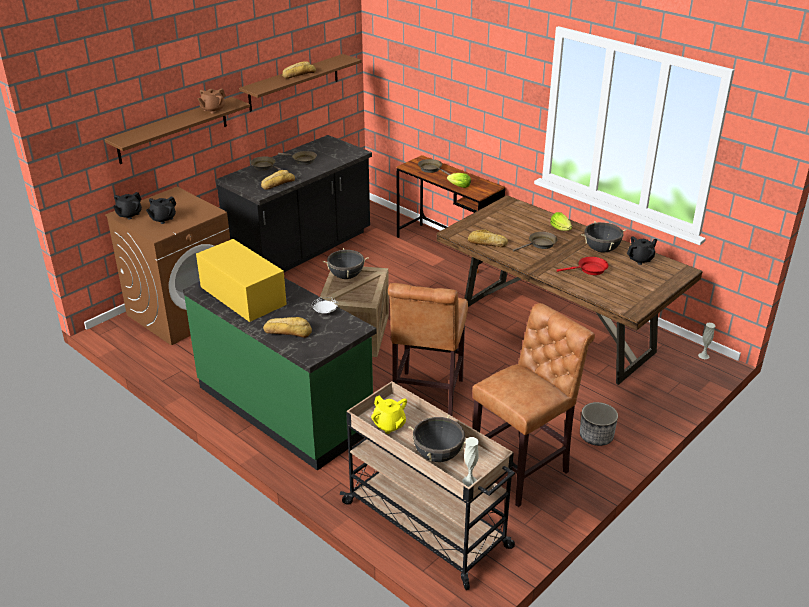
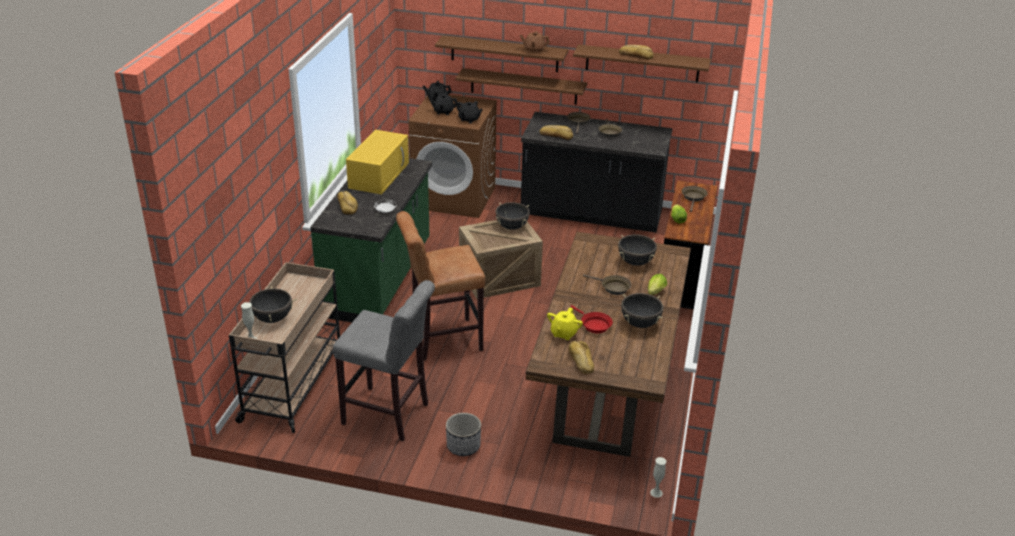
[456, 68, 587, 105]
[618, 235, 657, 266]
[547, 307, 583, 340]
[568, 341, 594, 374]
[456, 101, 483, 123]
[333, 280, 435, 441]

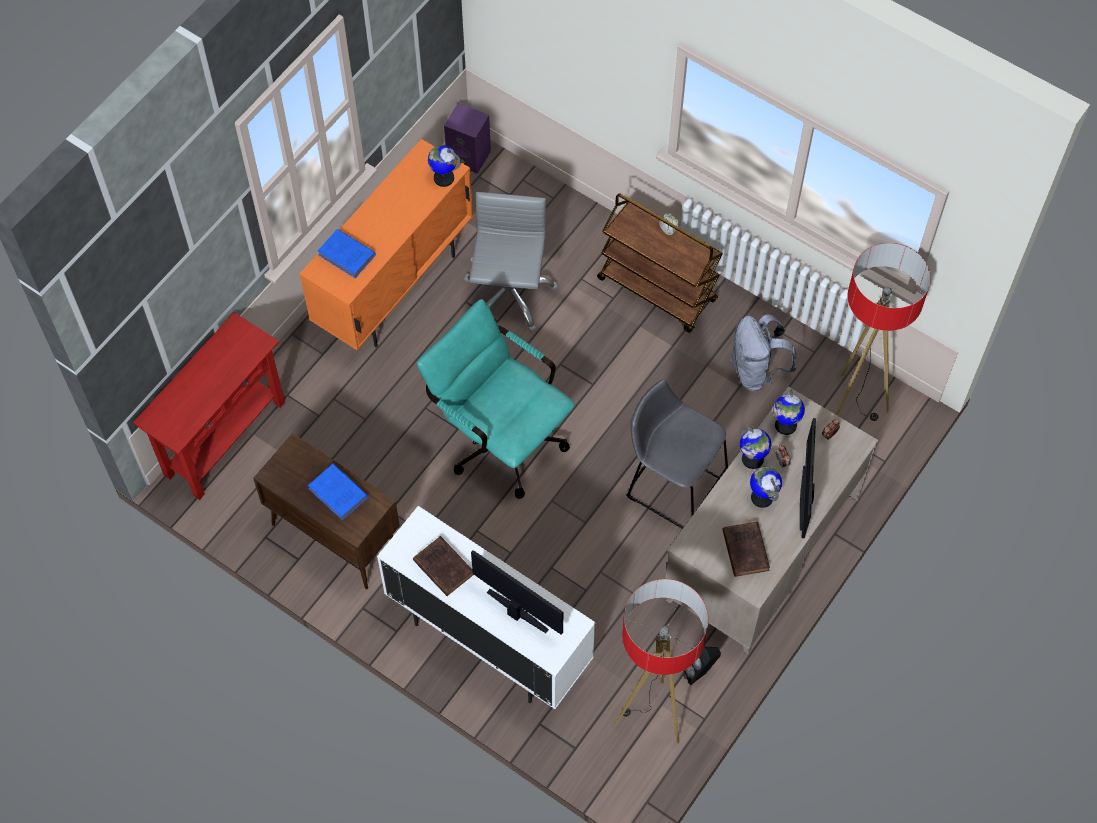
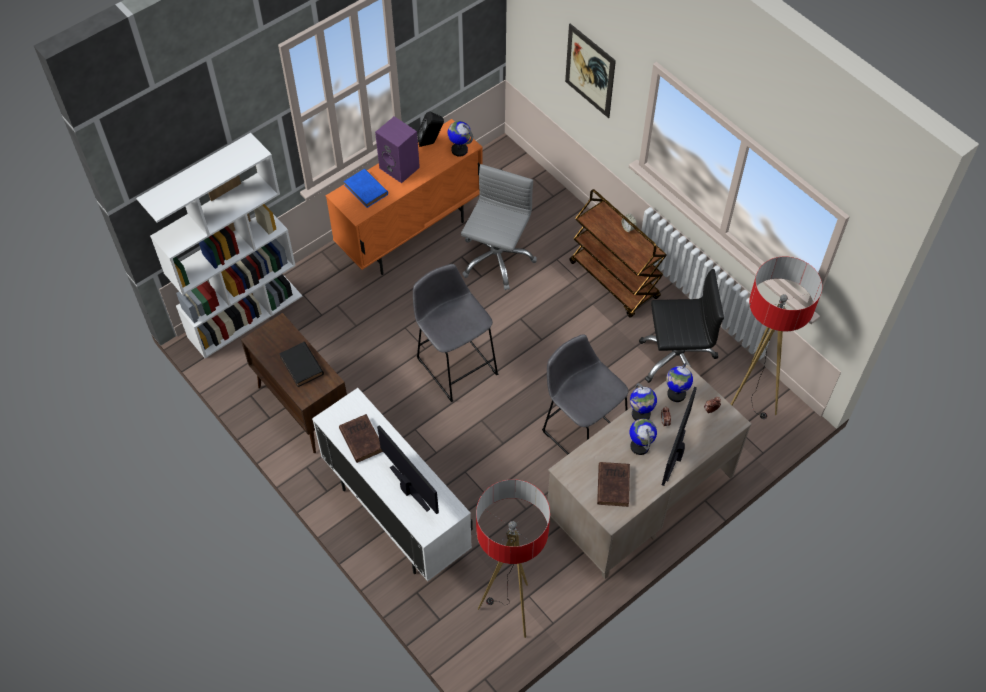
[565, 24, 616, 118]
[375, 116, 420, 183]
[417, 111, 444, 147]
[136, 133, 302, 358]
[413, 264, 498, 402]
[639, 269, 724, 383]
[280, 342, 324, 387]

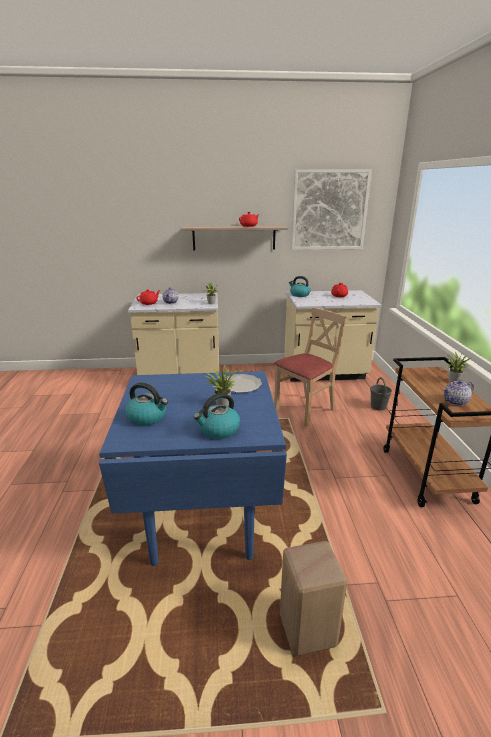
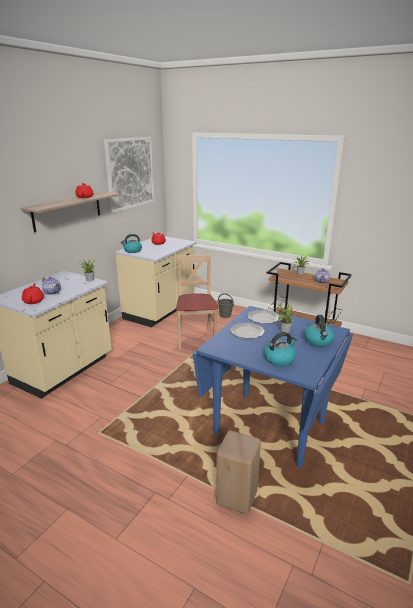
[230, 322, 265, 339]
[216, 431, 261, 514]

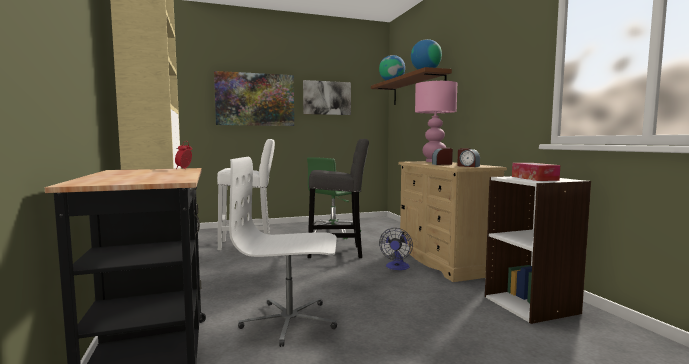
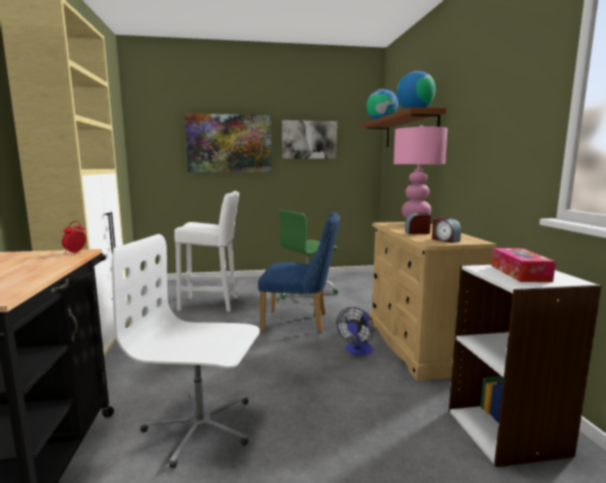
[258, 212, 340, 333]

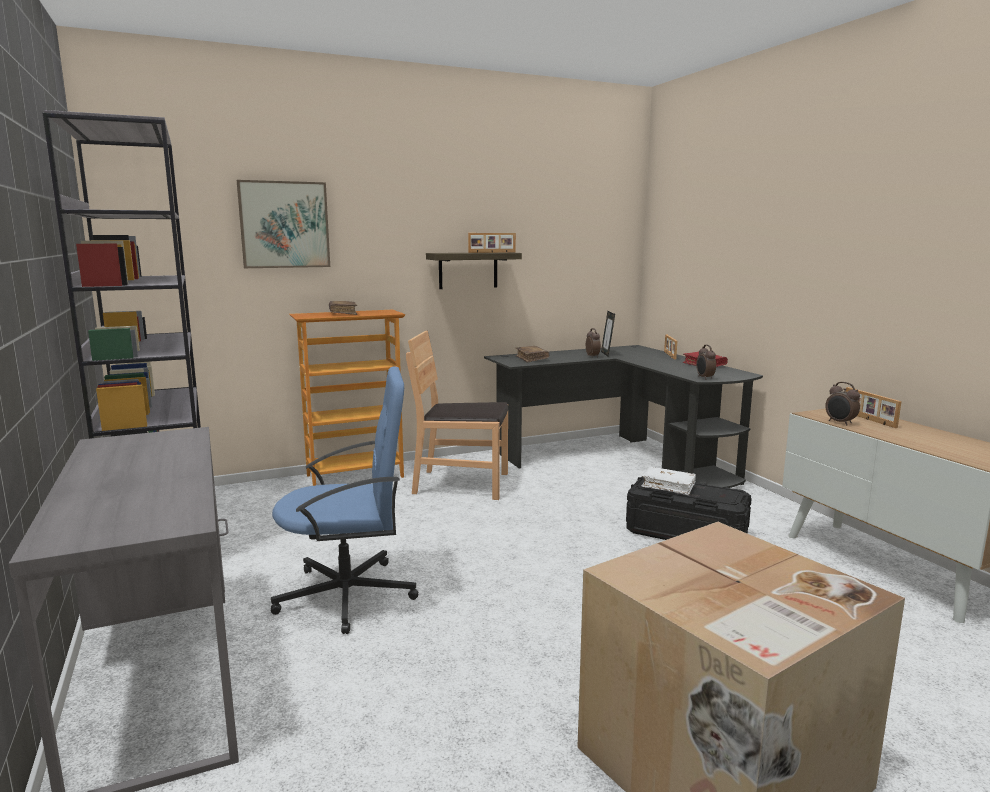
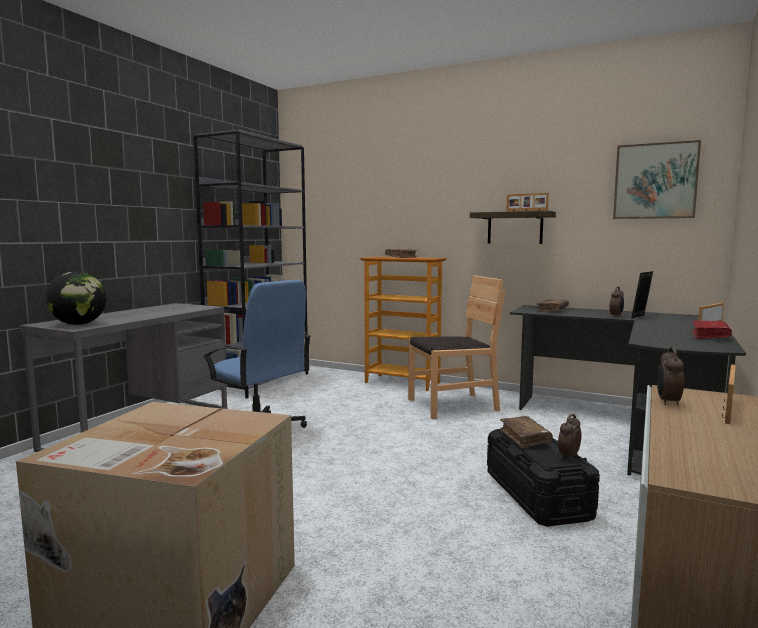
[46, 272, 107, 325]
[613, 140, 701, 219]
[558, 414, 581, 460]
[500, 416, 553, 449]
[408, 275, 505, 419]

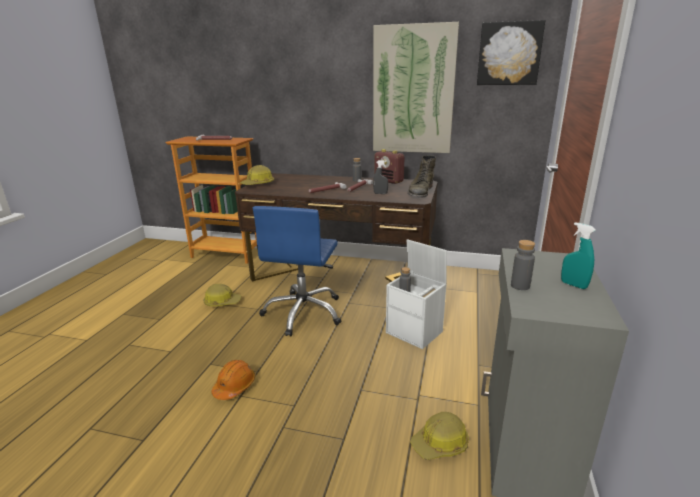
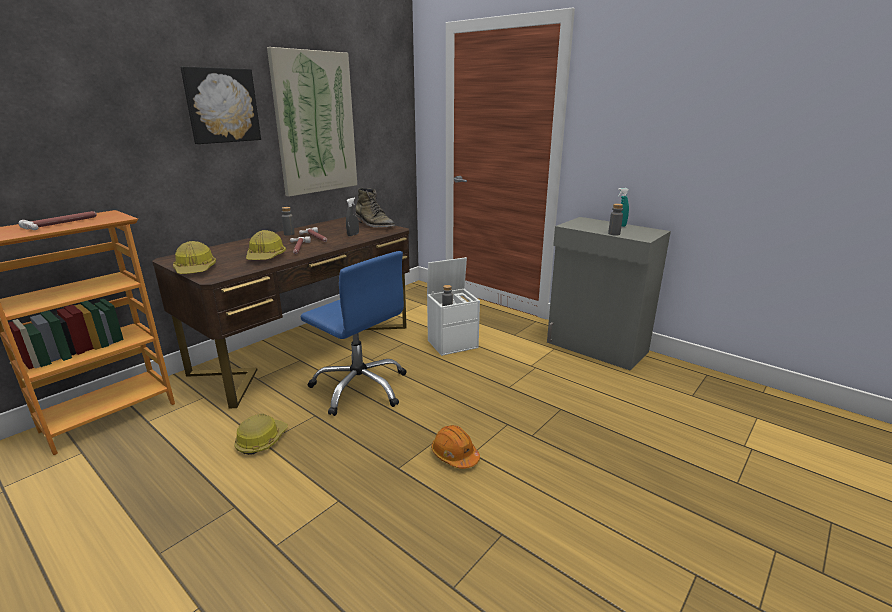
[374, 149, 405, 184] (first image)
[246, 230, 286, 260]
[180, 66, 261, 144]

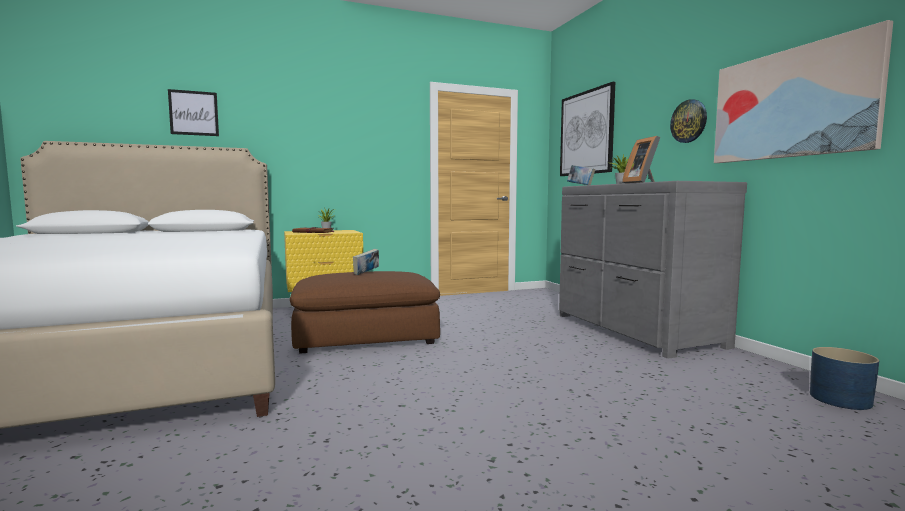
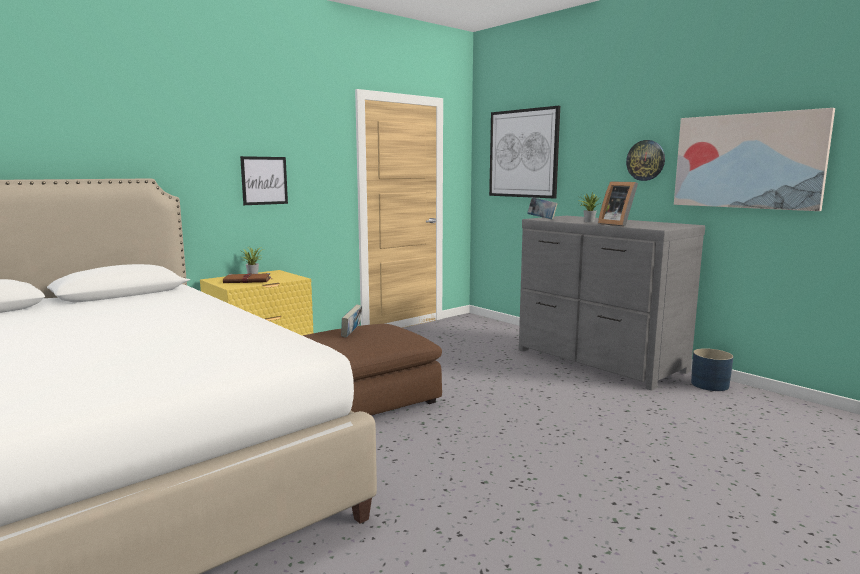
[240, 156, 288, 205]
[691, 348, 733, 391]

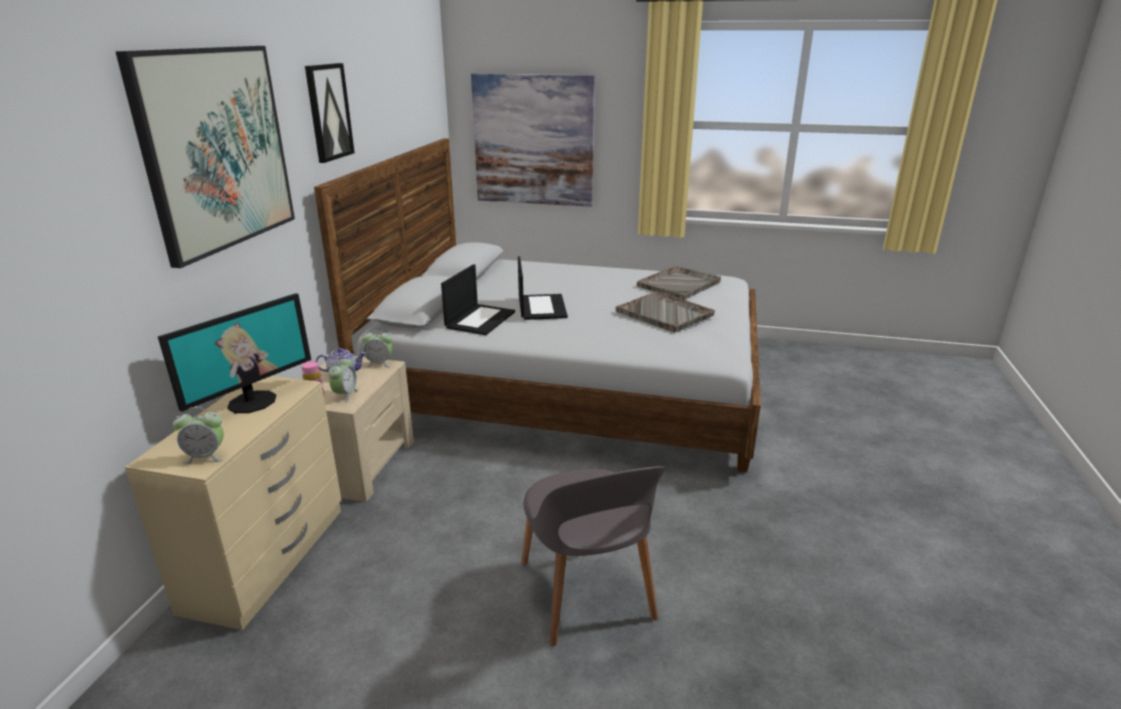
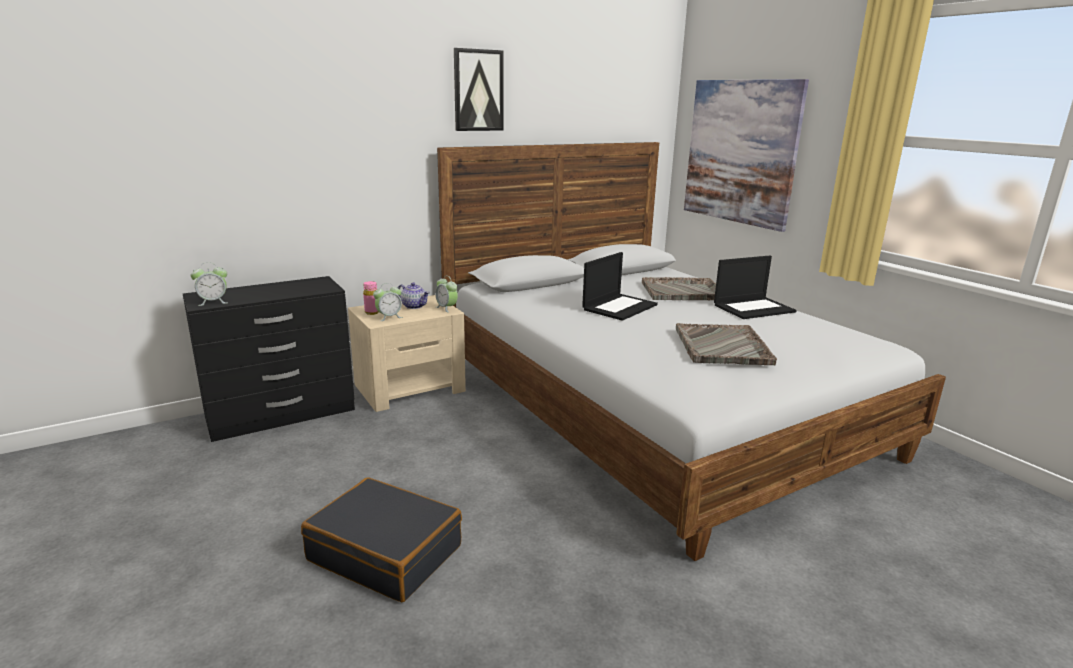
[115, 46, 295, 268] (first image)
[158, 293, 311, 413] (first image)
[714, 256, 796, 319]
[642, 277, 716, 300]
[301, 477, 462, 602]
[183, 276, 355, 442]
[191, 263, 227, 306]

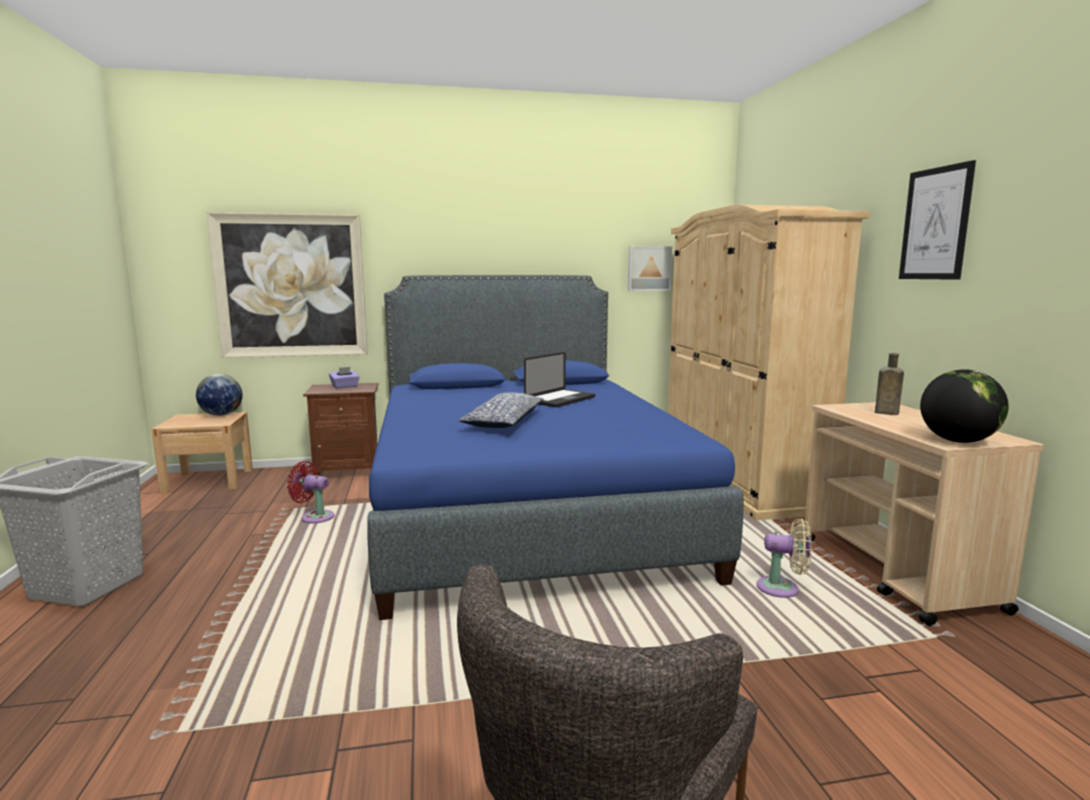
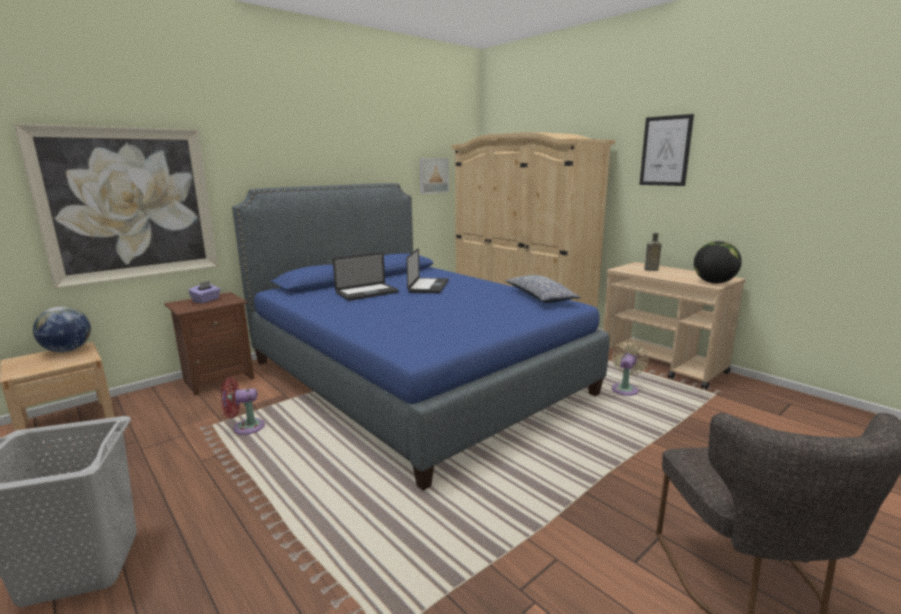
[333, 252, 399, 301]
[505, 275, 581, 303]
[612, 342, 649, 396]

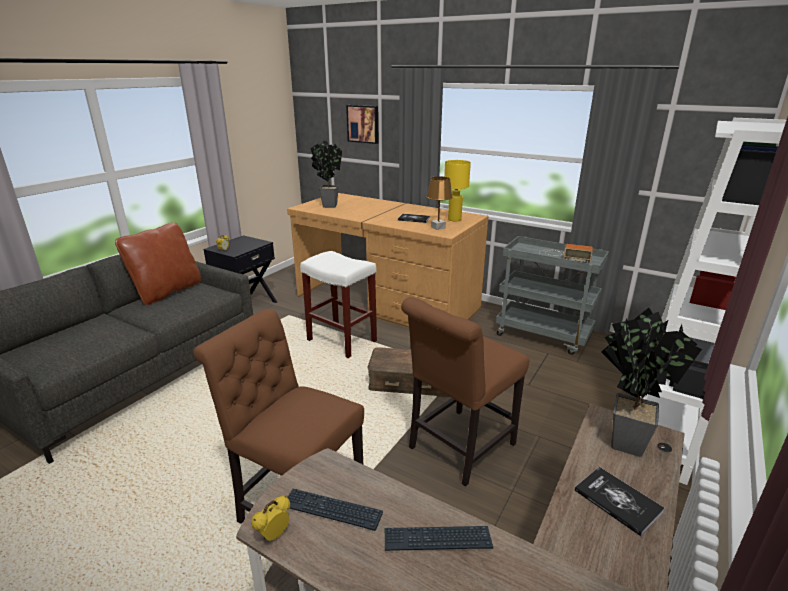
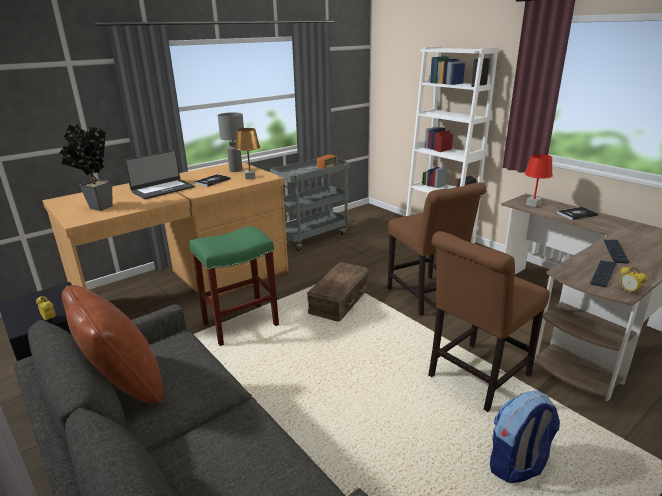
[346, 105, 379, 144] (first image)
[124, 150, 195, 199]
[490, 390, 560, 483]
[525, 154, 553, 207]
[189, 226, 279, 346]
[218, 112, 244, 172]

